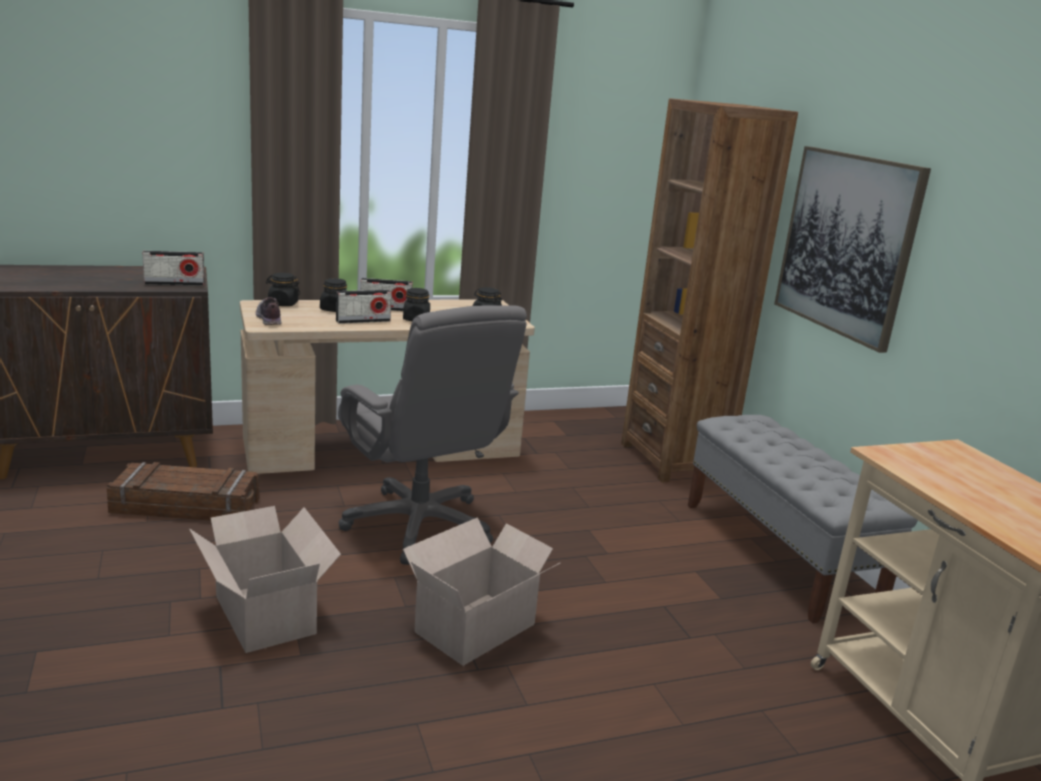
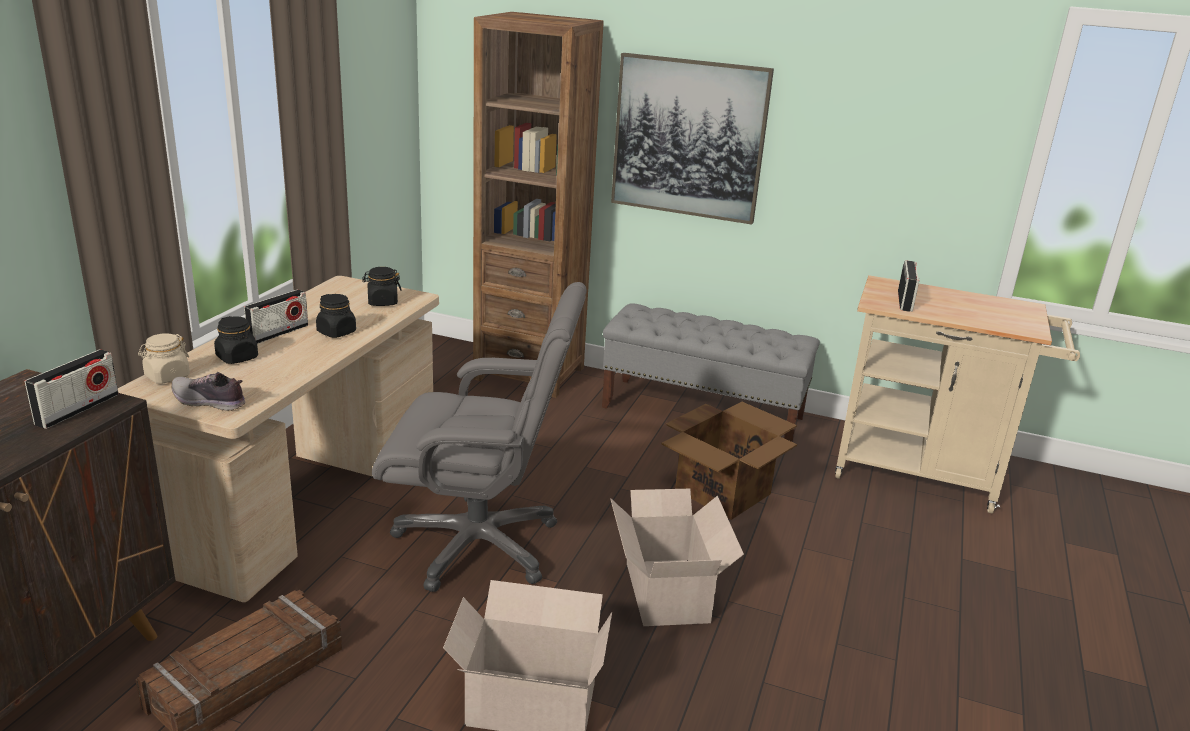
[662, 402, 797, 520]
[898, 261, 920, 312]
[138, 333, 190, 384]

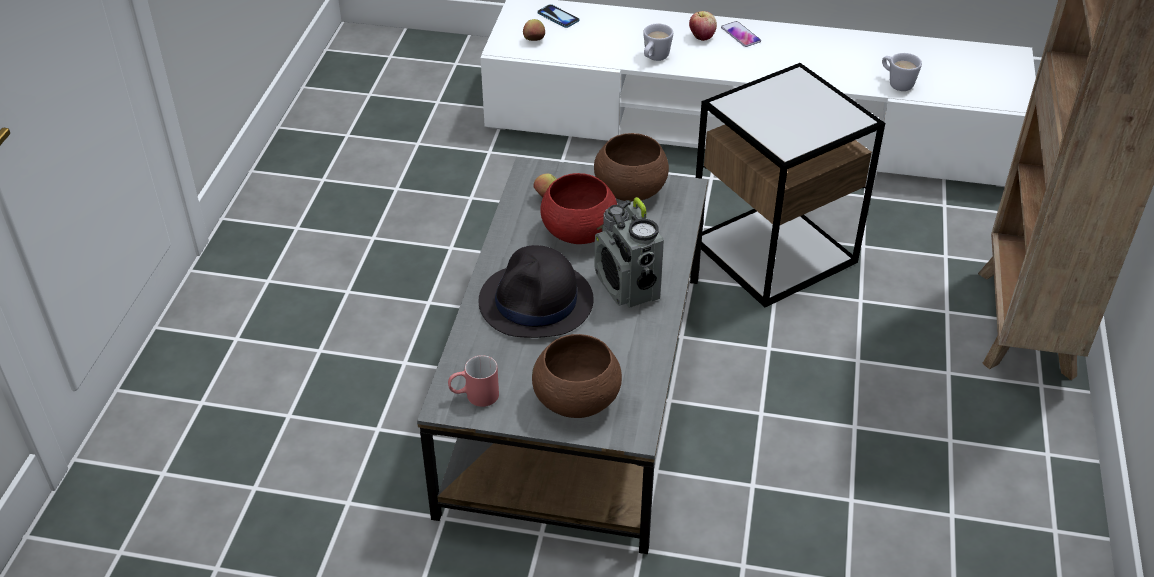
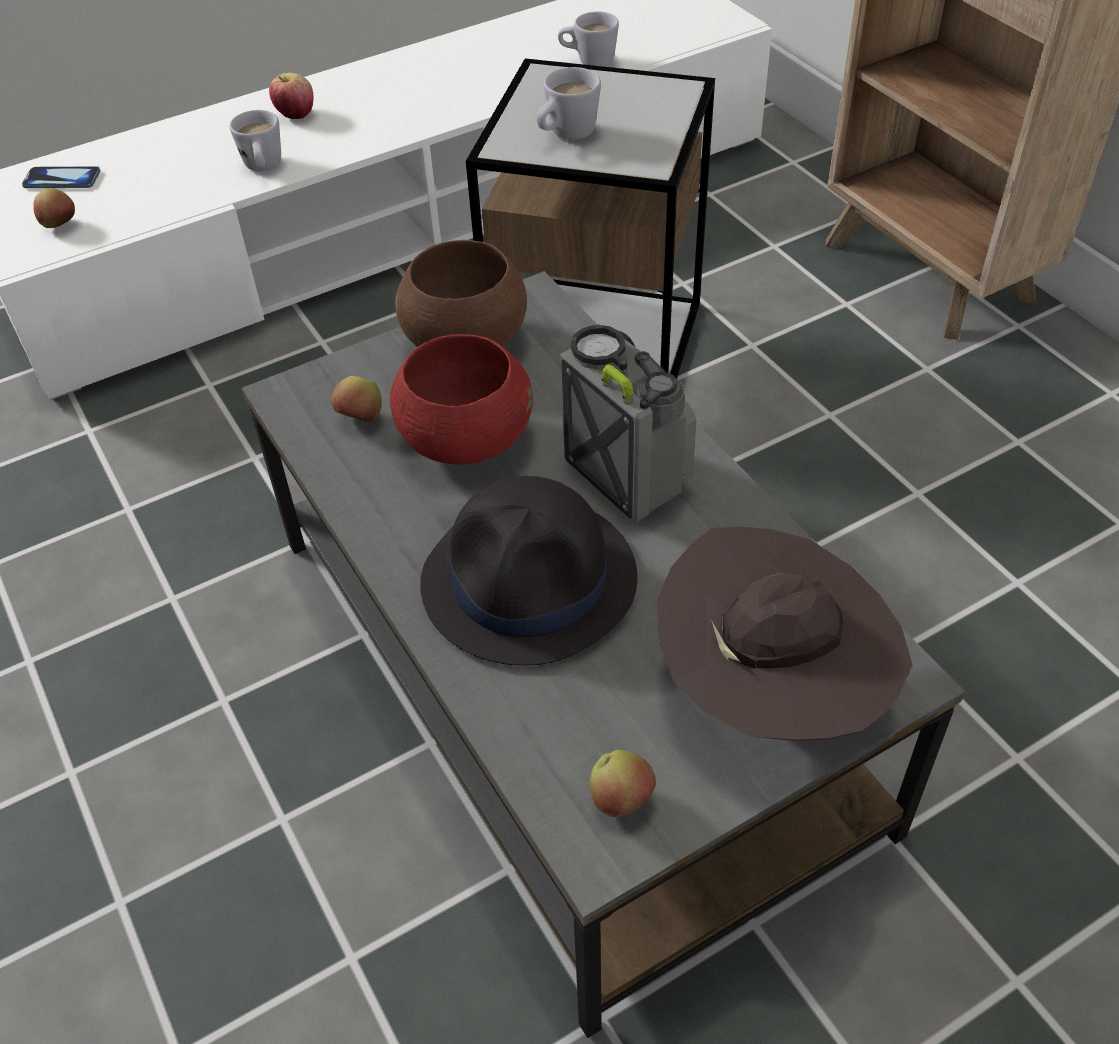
[721, 21, 761, 47] (first image)
[537, 67, 601, 140]
[590, 750, 656, 817]
[657, 526, 913, 741]
[560, 325, 696, 522]

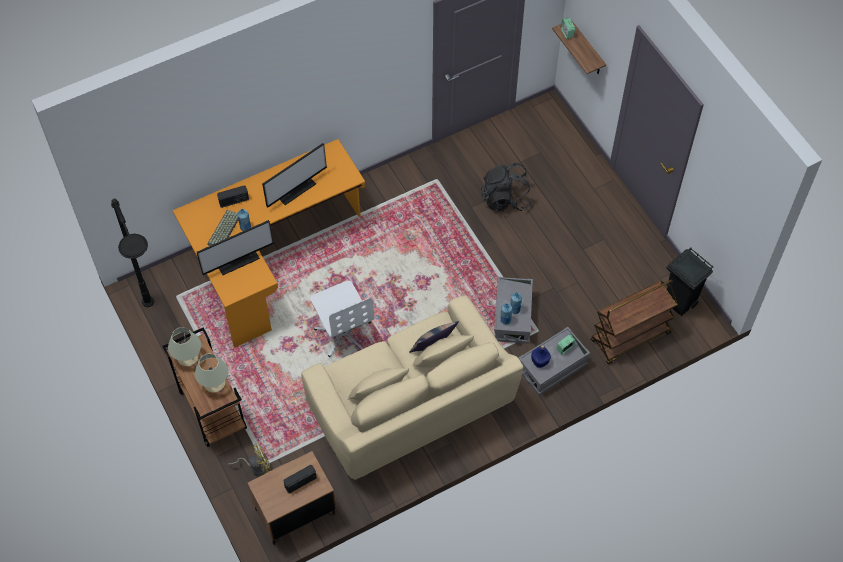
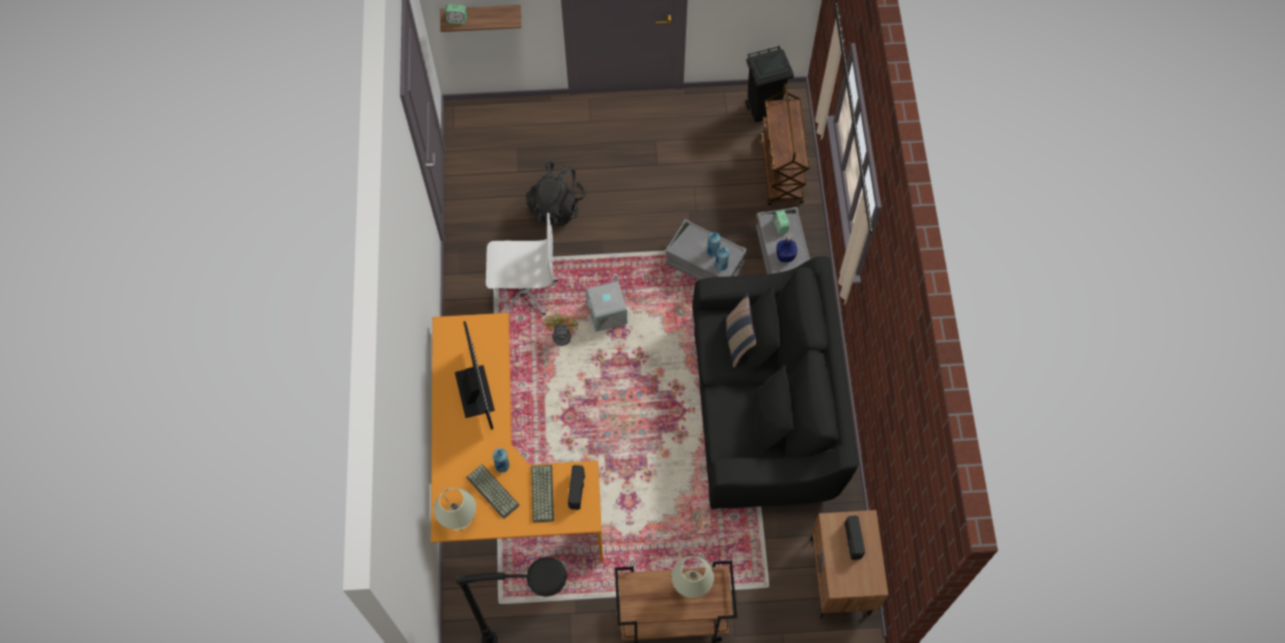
[586, 281, 627, 332]
[434, 488, 476, 530]
[568, 465, 585, 510]
[541, 314, 578, 364]
[486, 213, 558, 316]
[531, 465, 554, 523]
[692, 256, 859, 509]

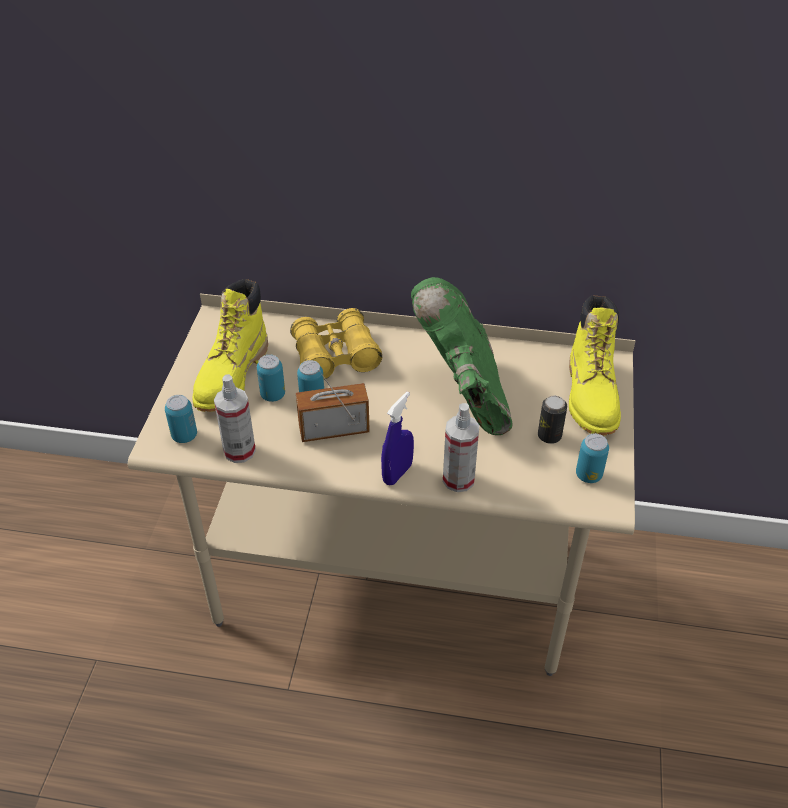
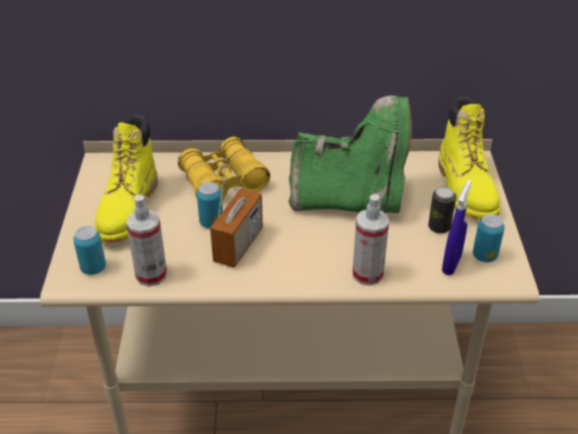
[257, 355, 285, 402] (first image)
[442, 180, 472, 275]
[210, 158, 263, 268]
[289, 96, 412, 213]

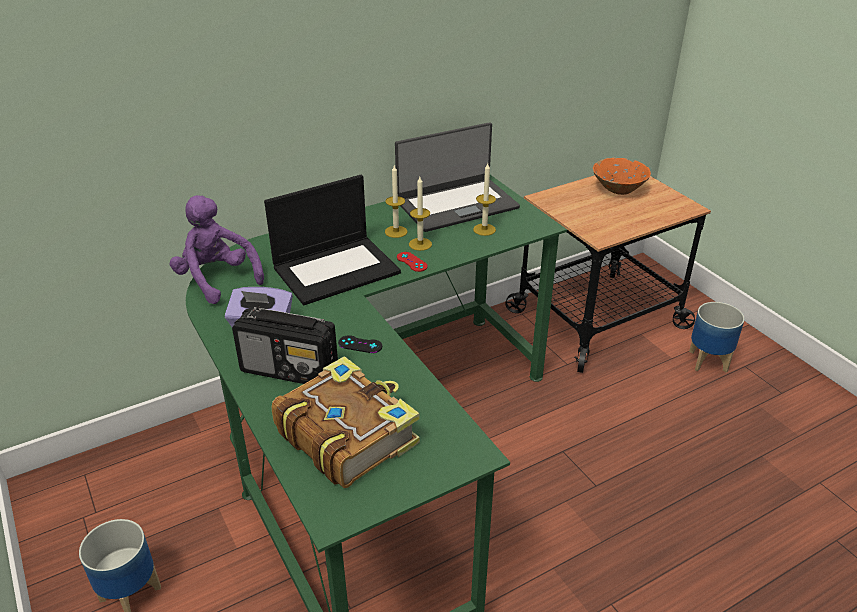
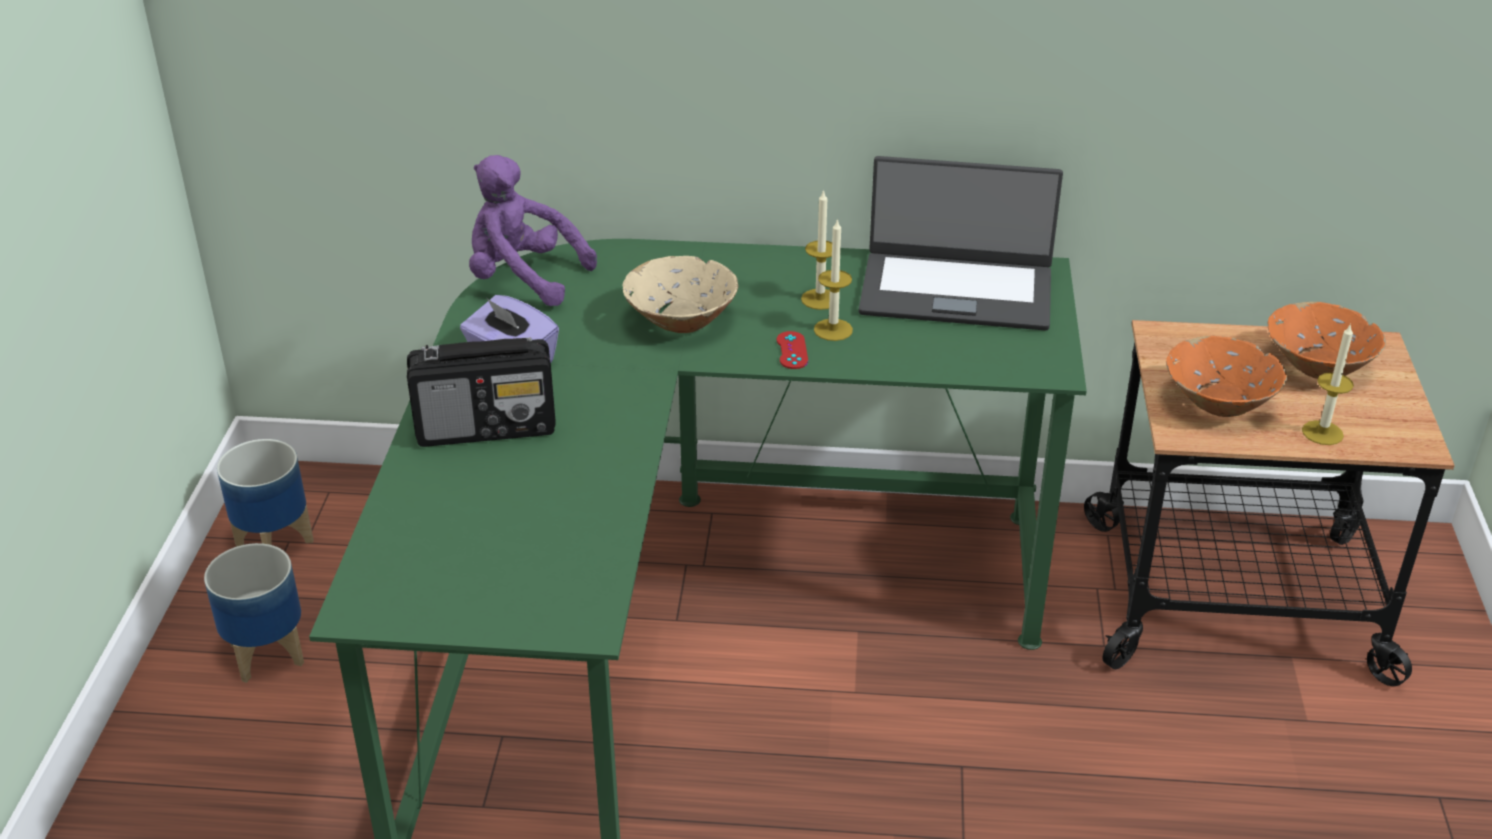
[272, 356, 420, 488] (first image)
[338, 335, 382, 353] (first image)
[1166, 336, 1287, 417]
[1302, 323, 1354, 445]
[217, 439, 313, 547]
[623, 256, 738, 333]
[469, 155, 597, 306]
[407, 337, 556, 447]

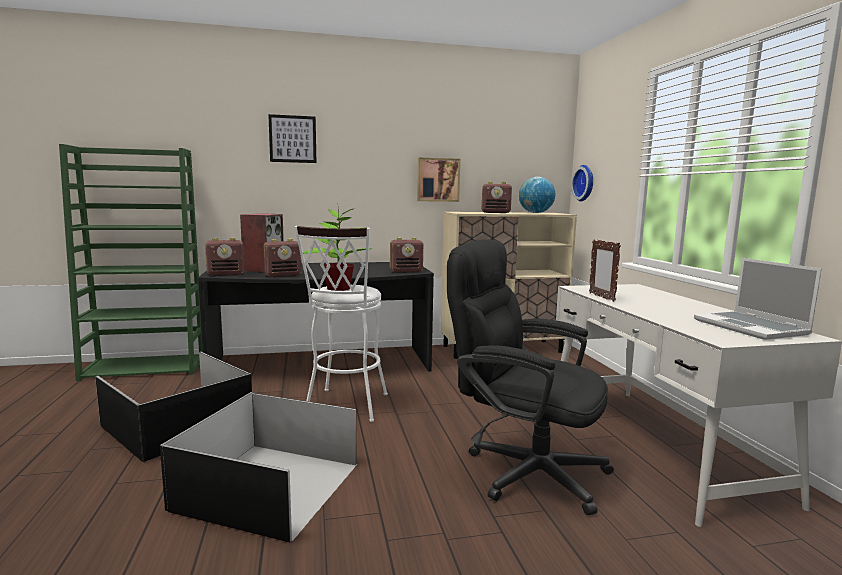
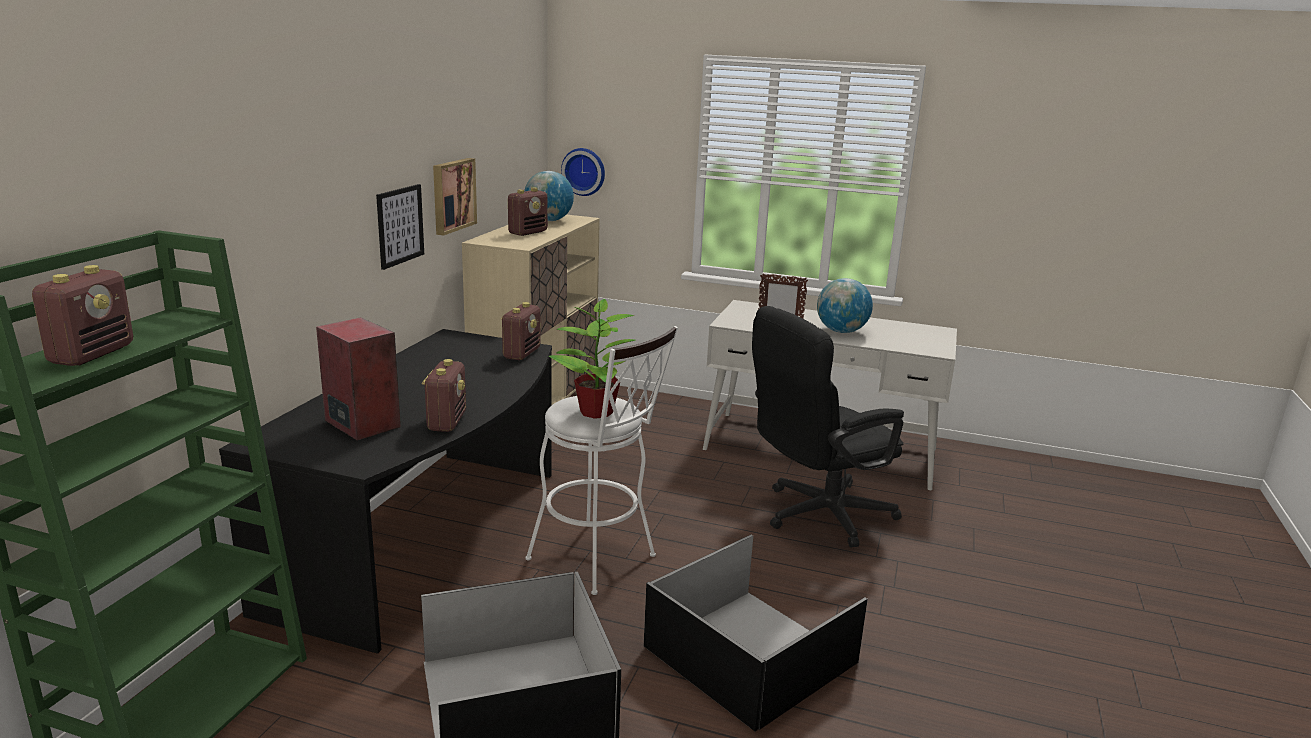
[694, 258, 822, 340] (first image)
[817, 278, 873, 333]
[32, 265, 133, 366]
[376, 184, 424, 270]

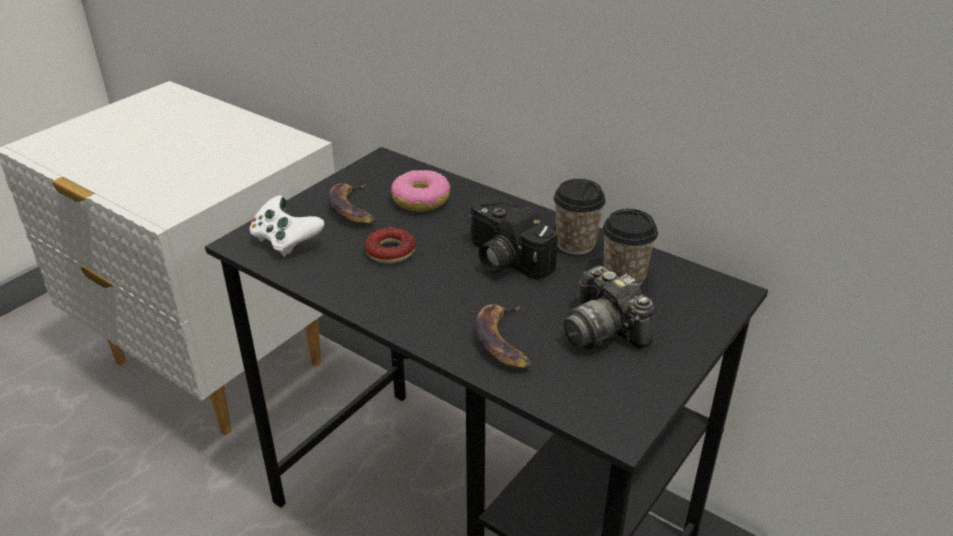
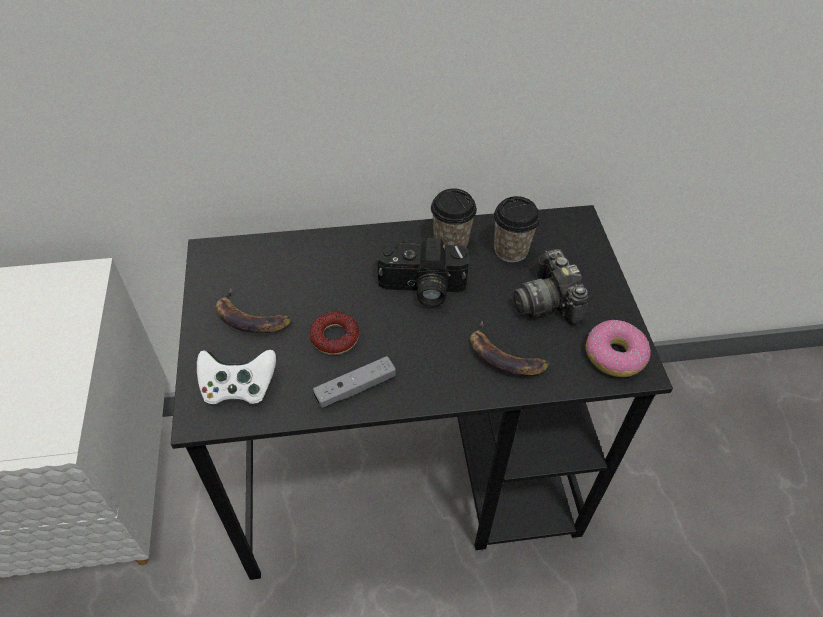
[313, 356, 396, 408]
[585, 320, 651, 377]
[514, 249, 589, 325]

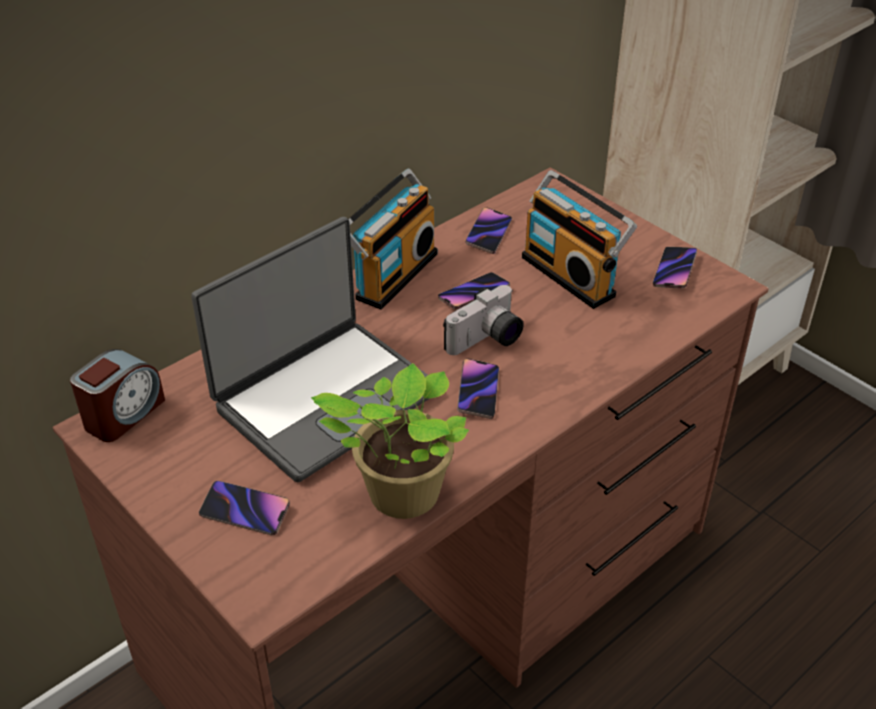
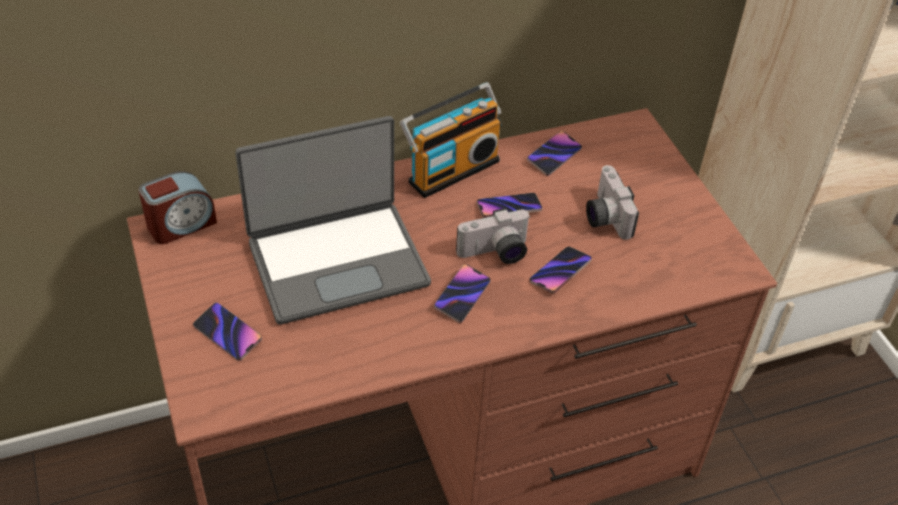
[311, 363, 469, 519] (first image)
[530, 246, 592, 293]
[586, 165, 639, 240]

